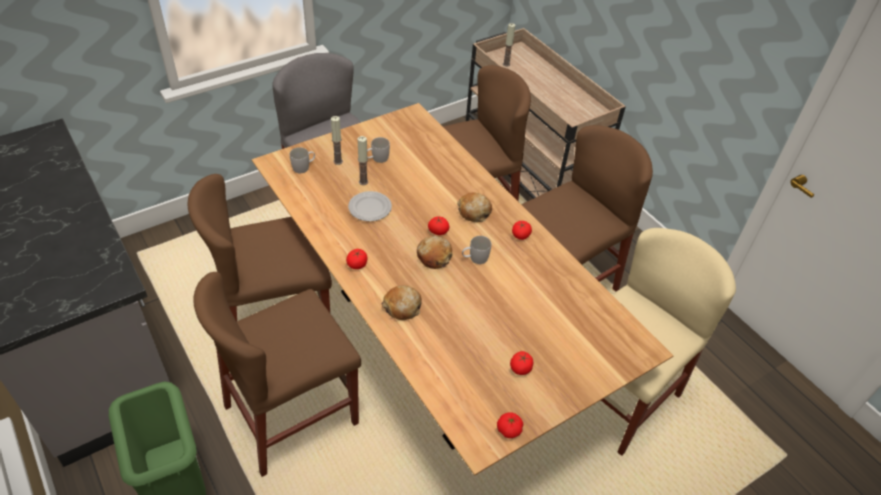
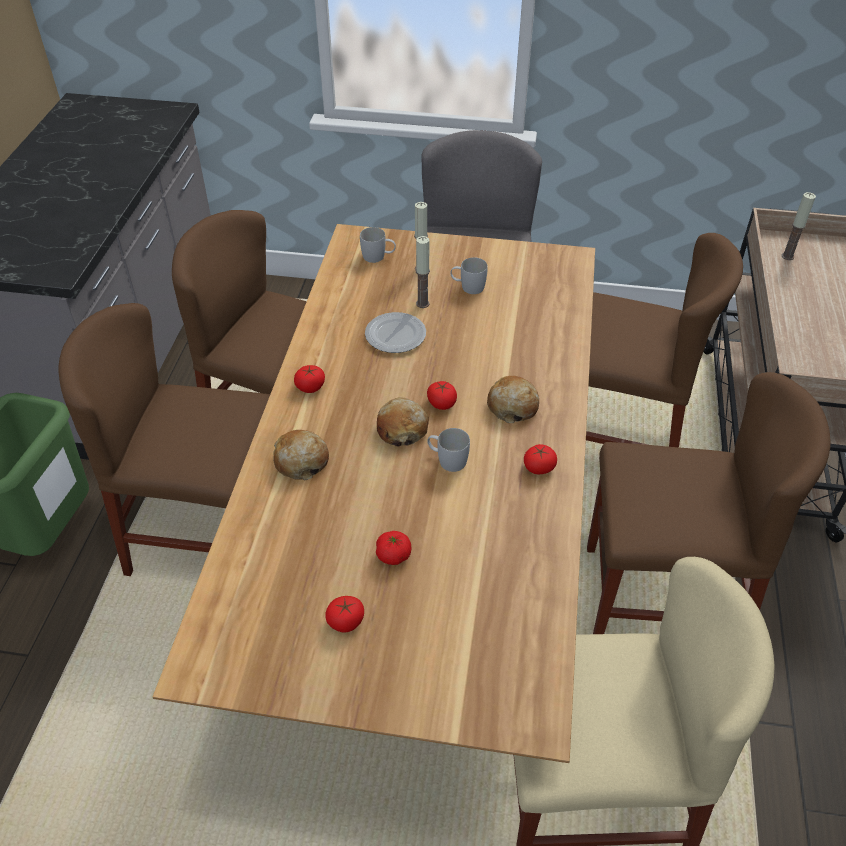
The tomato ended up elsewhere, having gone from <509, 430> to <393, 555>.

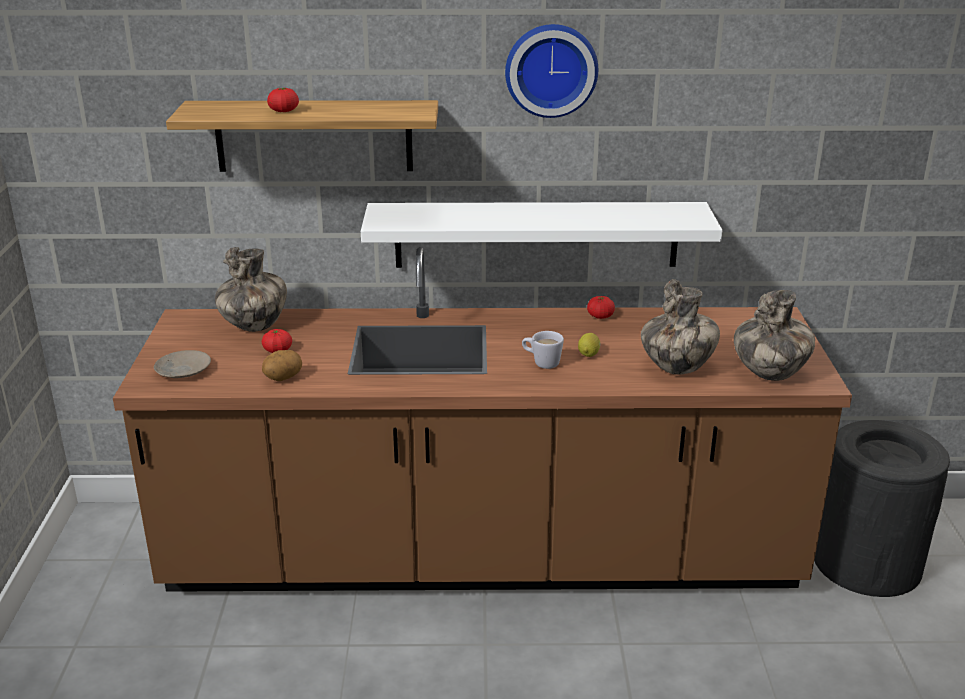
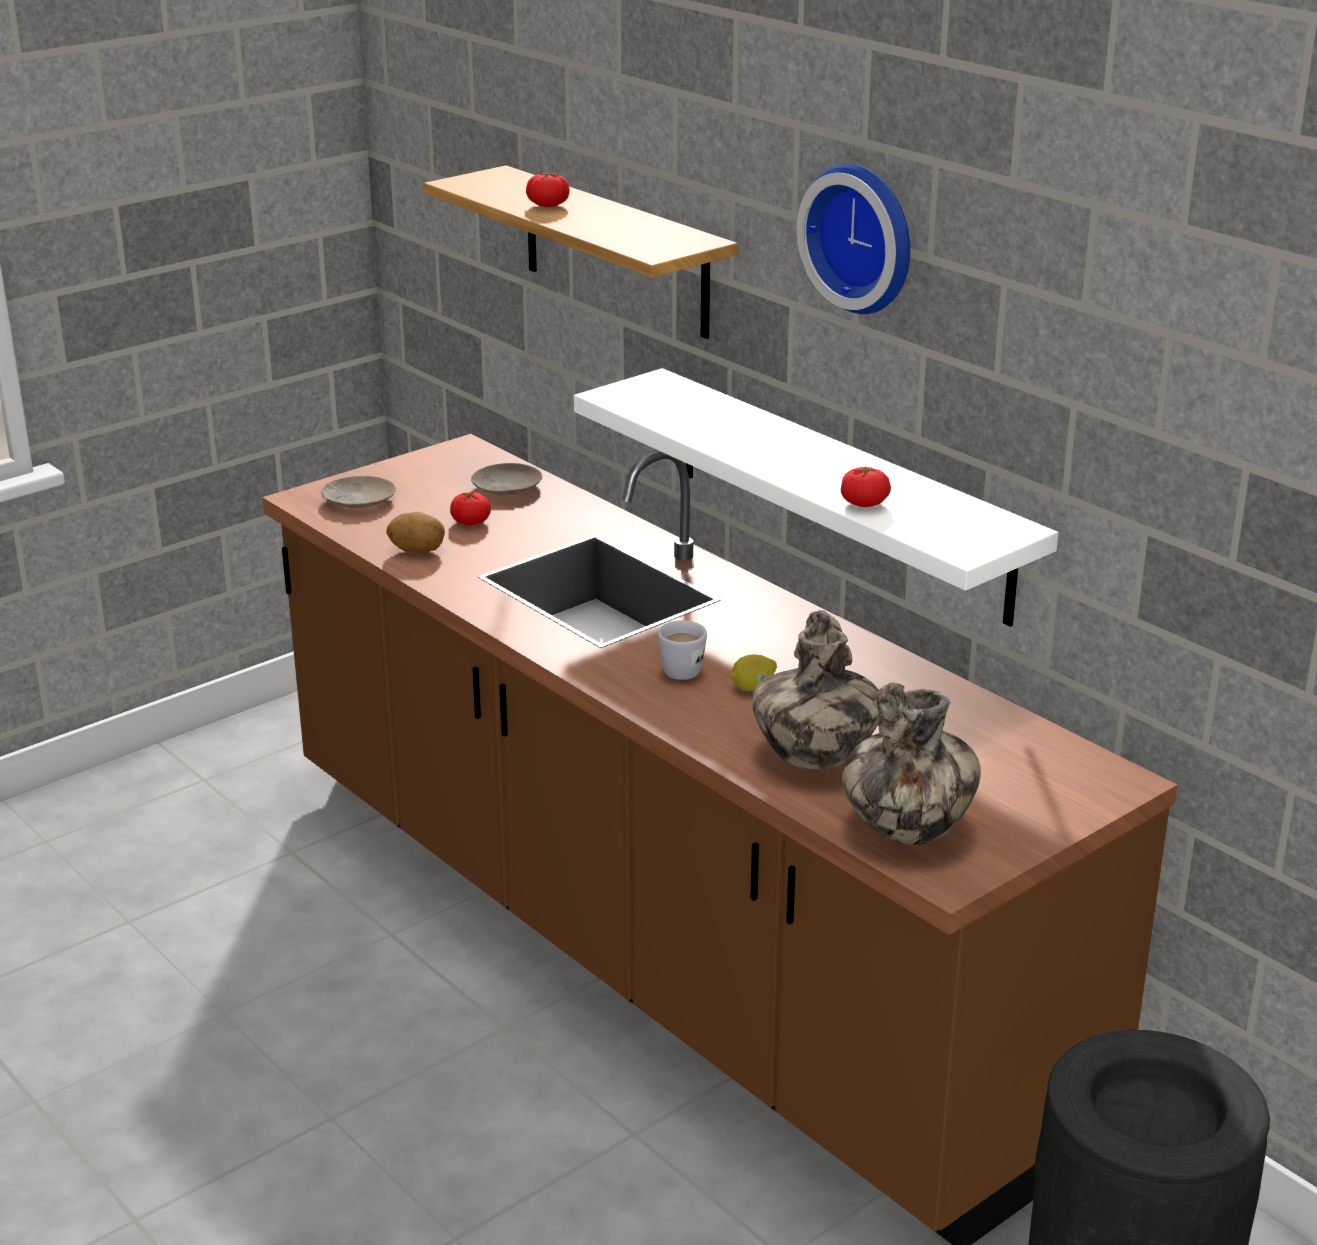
The tomato ended up elsewhere, having gone from <600, 316> to <864, 503>. Where the vase stood at <255, 326>, the beige plate came to stand at <506, 488>.

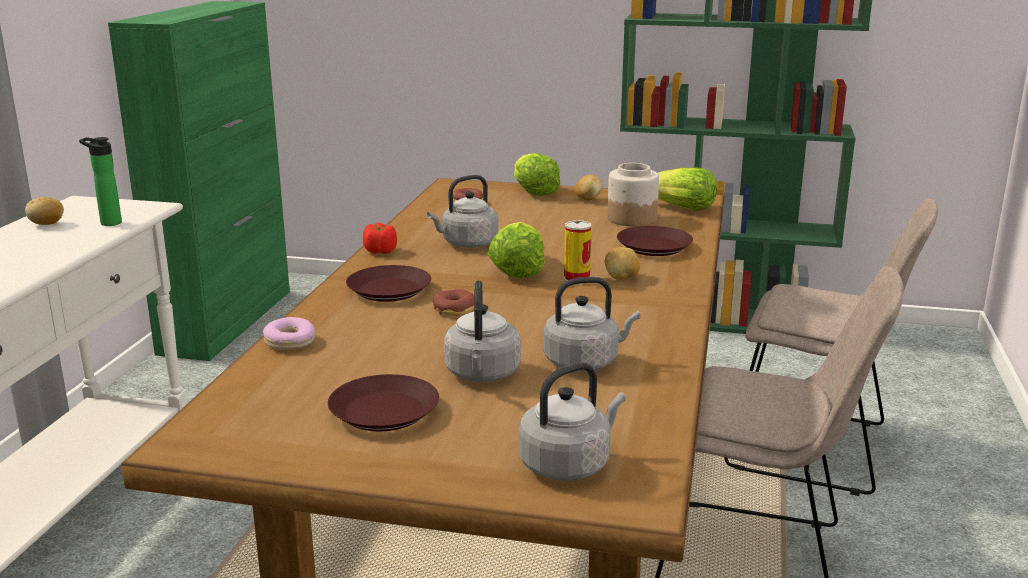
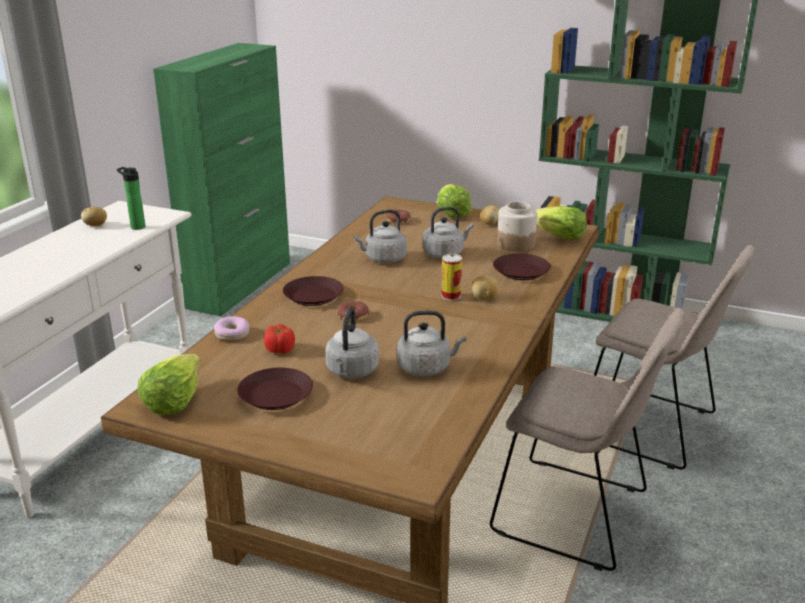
The tomato ended up elsewhere, having gone from <380, 251> to <280, 350>. The lettuce ended up elsewhere, having gone from <517, 270> to <173, 401>. The grey kettle ended up elsewhere, having gone from <568, 464> to <445, 253>.

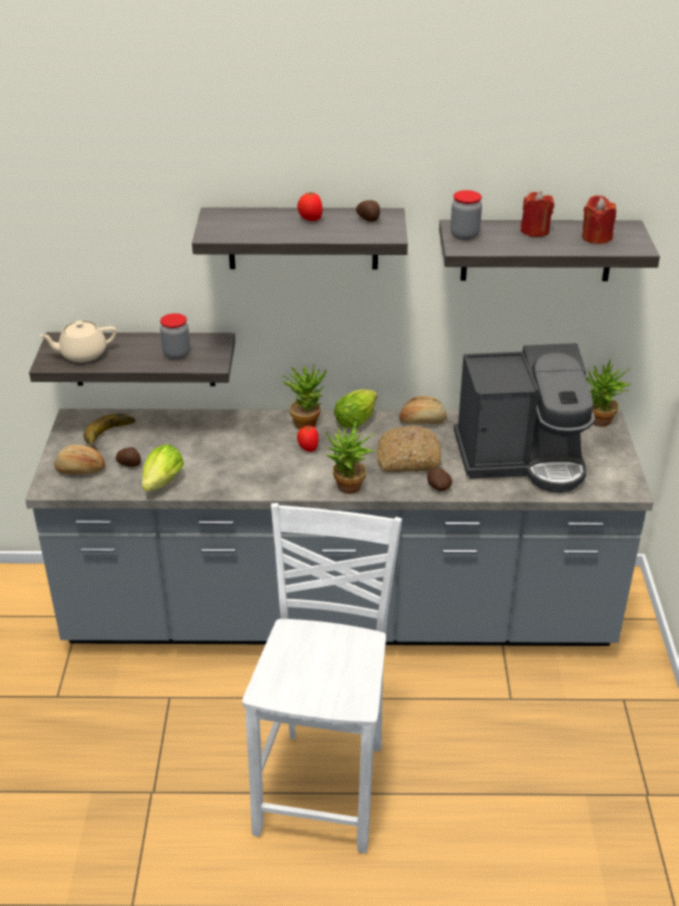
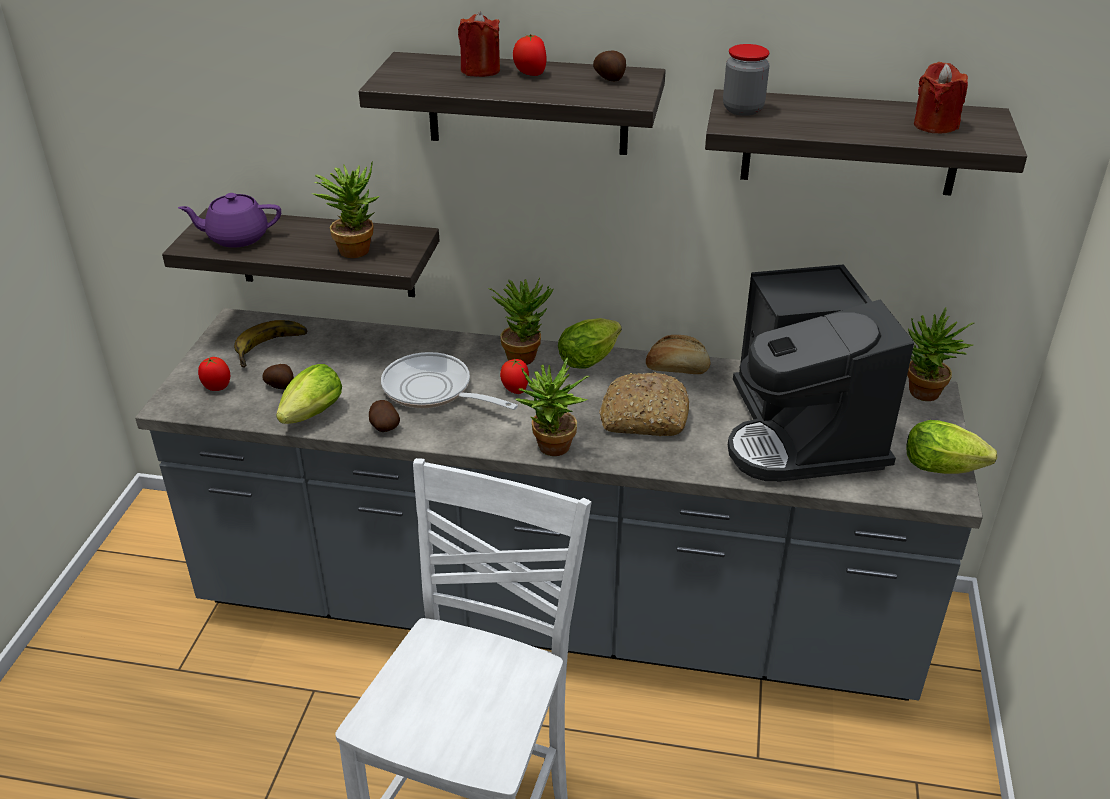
The second view gained the frying pan at <433, 391>. The second view gained the lettuce at <946, 469>. The potato ended up elsewhere, having gone from <438, 487> to <384, 426>. The red candle ended up elsewhere, having gone from <535, 231> to <480, 70>. Where the bread stood at <80, 470>, the tomato came to stand at <217, 387>. Where the jar stood at <176, 354>, the potted plant came to stand at <354, 248>. What was the beige teapot at <82, 354> turned into the purple teapot at <237, 238>. The coffee machine at <522, 458> ended up facing another way, 75 degrees clockwise from before.

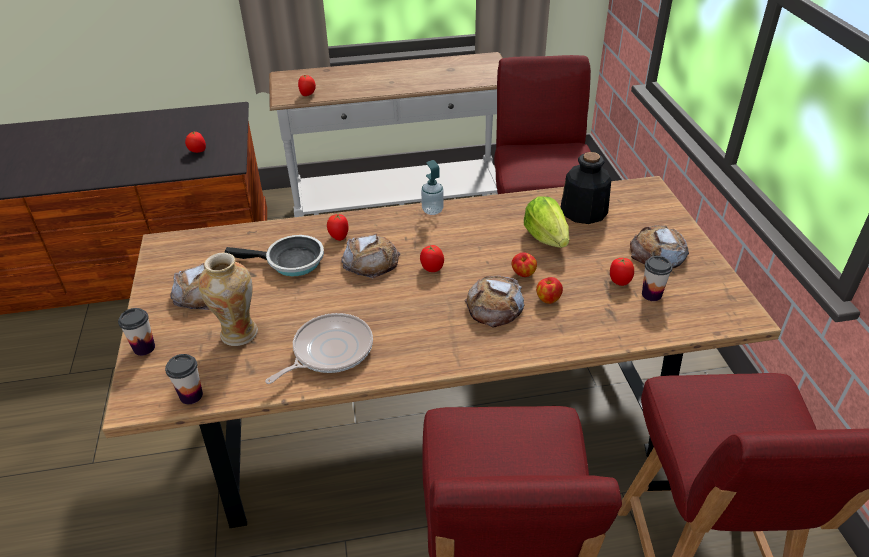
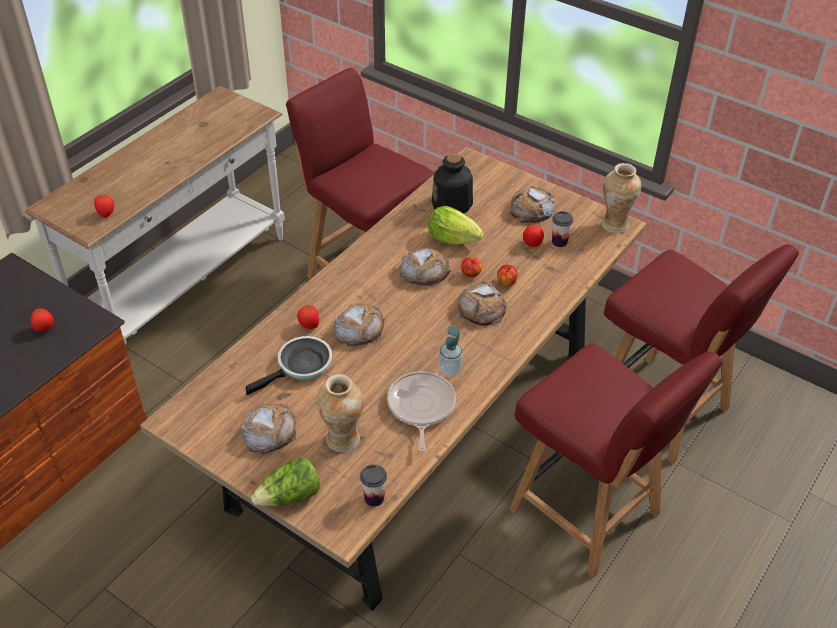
The second view lost the tomato at <432, 268>. The second view gained the bread at <425, 271>. The second view gained the vase at <614, 224>. The soap dispenser ended up elsewhere, having gone from <432, 210> to <450, 370>. Where the cup stood at <144, 348>, the lettuce came to stand at <290, 496>.

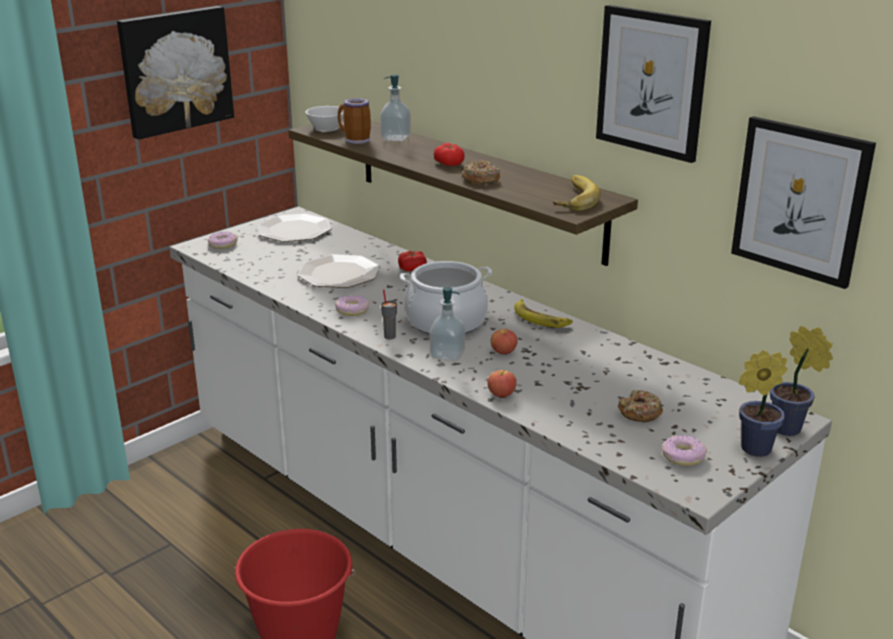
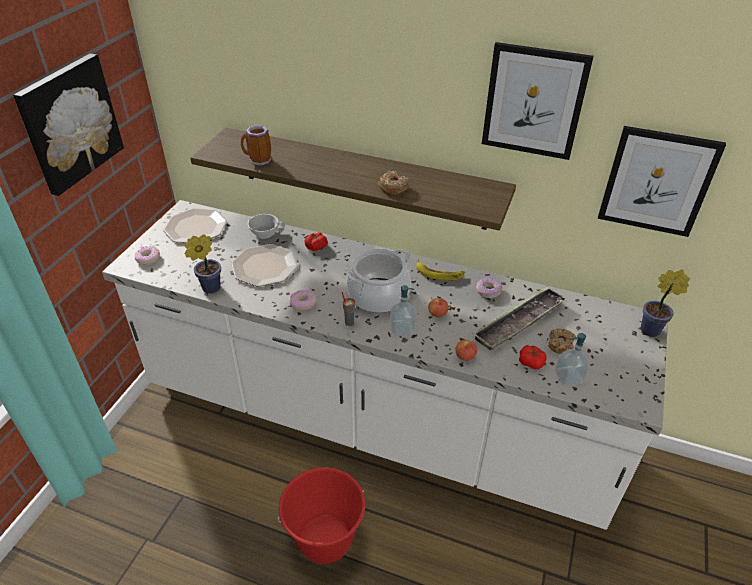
The second view lost the banana at <572, 198>. The second view gained the tray at <519, 322>. The white cup ended up elsewhere, having gone from <328, 128> to <265, 232>. The soap dispenser ended up elsewhere, having gone from <395, 138> to <568, 377>. The tomato ended up elsewhere, having gone from <449, 163> to <531, 362>. The donut ended up elsewhere, having gone from <682, 456> to <488, 291>. The potted plant ended up elsewhere, having gone from <751, 449> to <209, 288>.

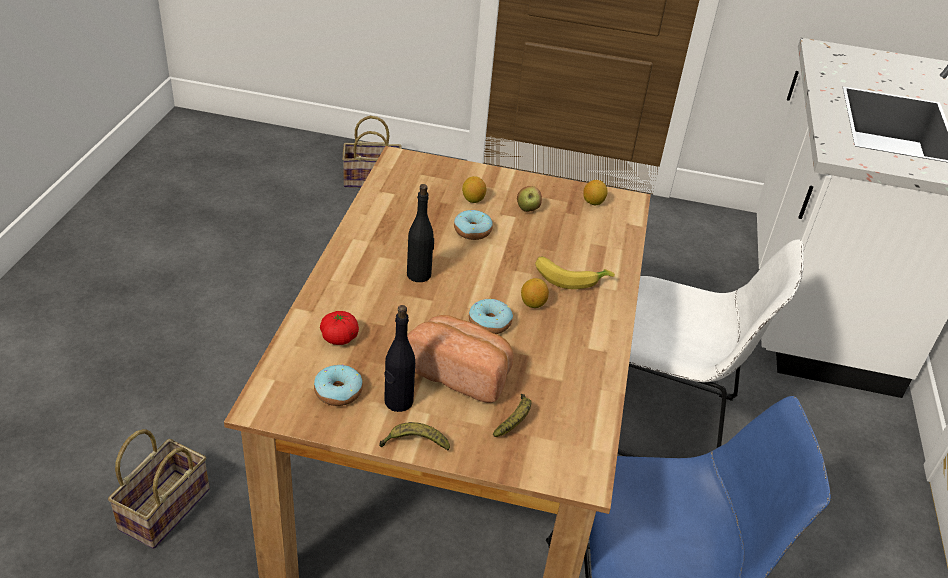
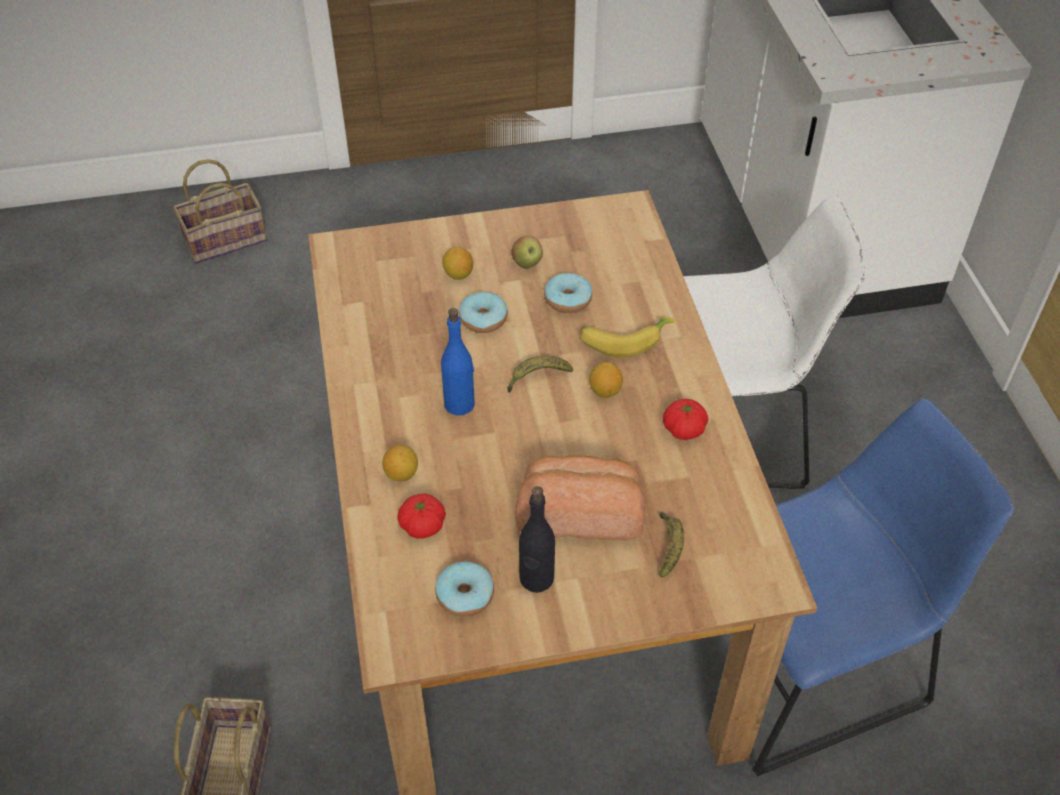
The second view gained the tomato at <683, 429>. The banana ended up elsewhere, having gone from <414, 444> to <537, 378>. The donut ended up elsewhere, having gone from <489, 323> to <568, 300>. The lemon ended up elsewhere, having gone from <593, 202> to <401, 474>. What was the black bottle at <419, 275> turned into the blue bottle at <460, 404>.

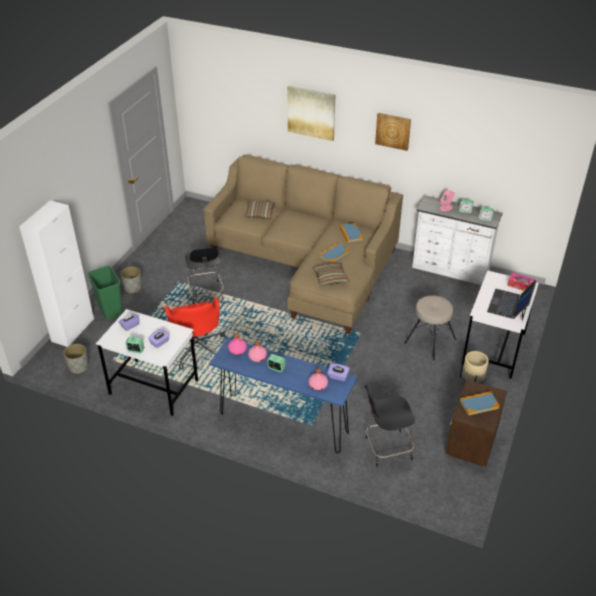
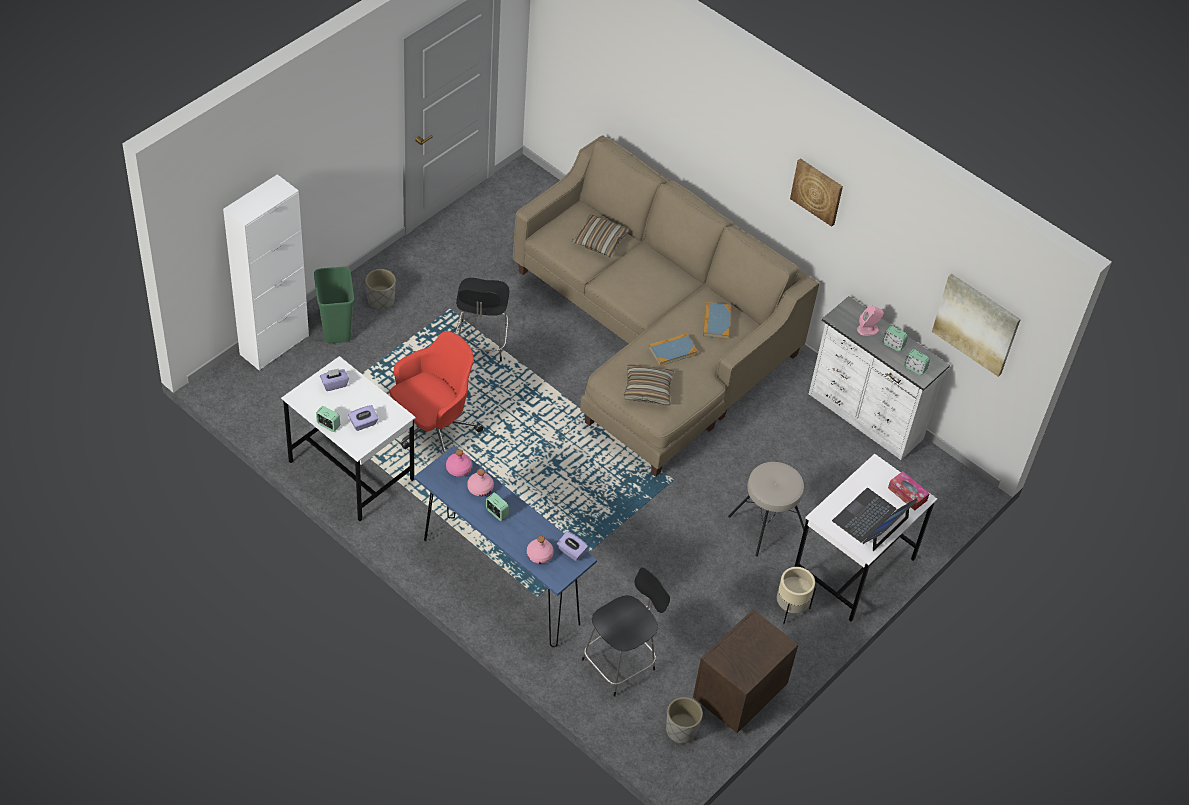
The second view lost the book at <479, 404>. The grey planter ended up elsewhere, having gone from <79, 367> to <681, 730>. The picture ended up elsewhere, having gone from <311, 112> to <976, 324>. The red office chair at <197, 348> ended up facing another way, 135 degrees counterclockwise from before. The black chair at <386, 448> ended up facing another way, 135 degrees clockwise from before.

